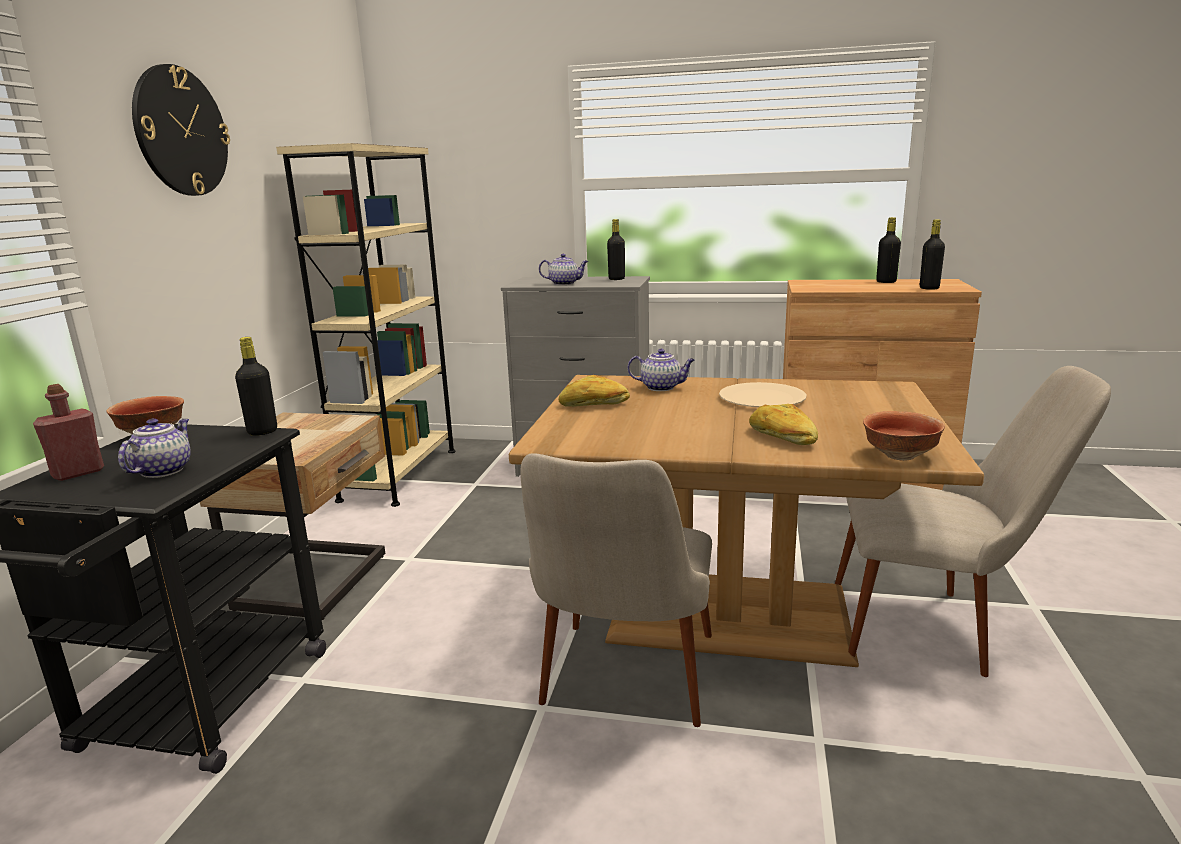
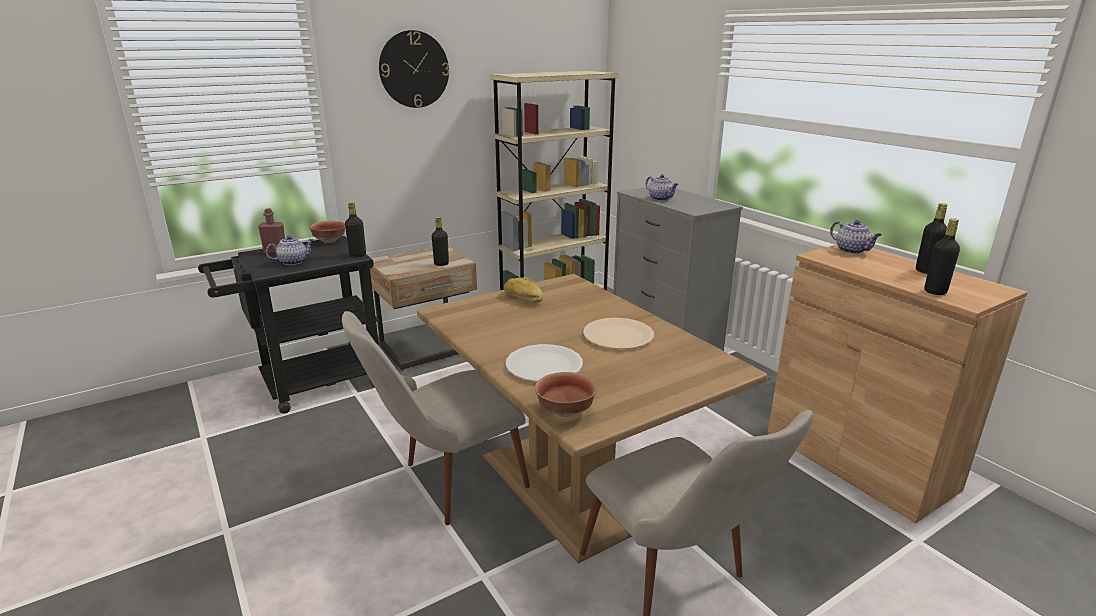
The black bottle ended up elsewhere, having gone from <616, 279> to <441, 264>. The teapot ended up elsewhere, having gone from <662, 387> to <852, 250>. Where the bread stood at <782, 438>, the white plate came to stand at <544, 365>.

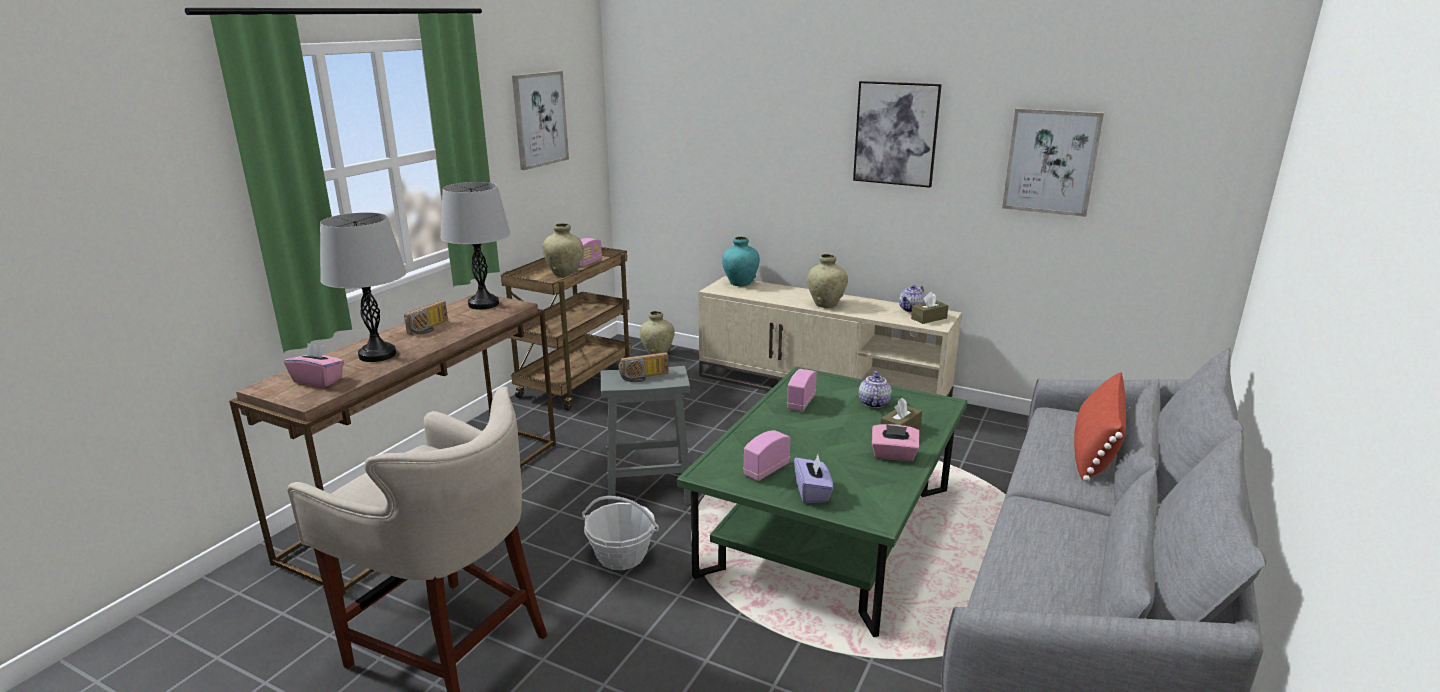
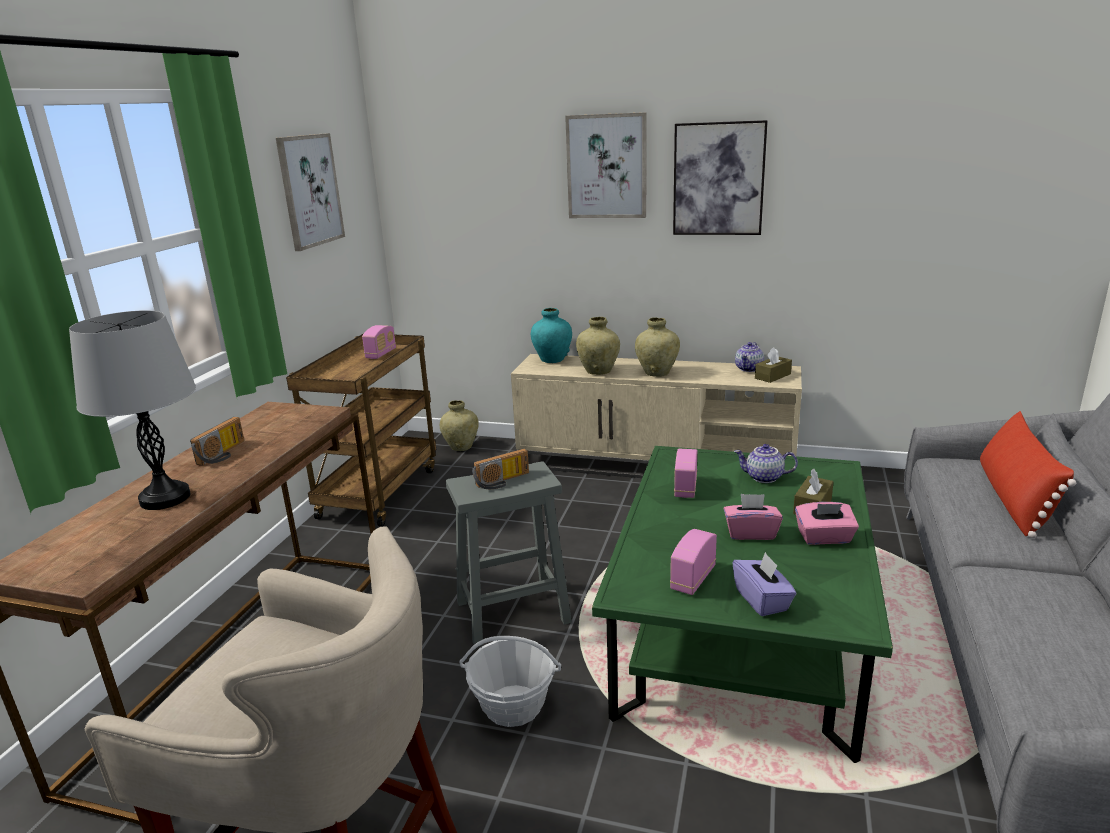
The second view lost the grey table lamp at <483, 304>. The pink tissue box ended up elsewhere, having gone from <318, 380> to <750, 533>. The beige vase ended up elsewhere, having gone from <564, 274> to <598, 371>. The picture ended up elsewhere, having gone from <1051, 162> to <607, 166>. The teapot at <873, 403> ended up facing another way, 75 degrees counterclockwise from before.

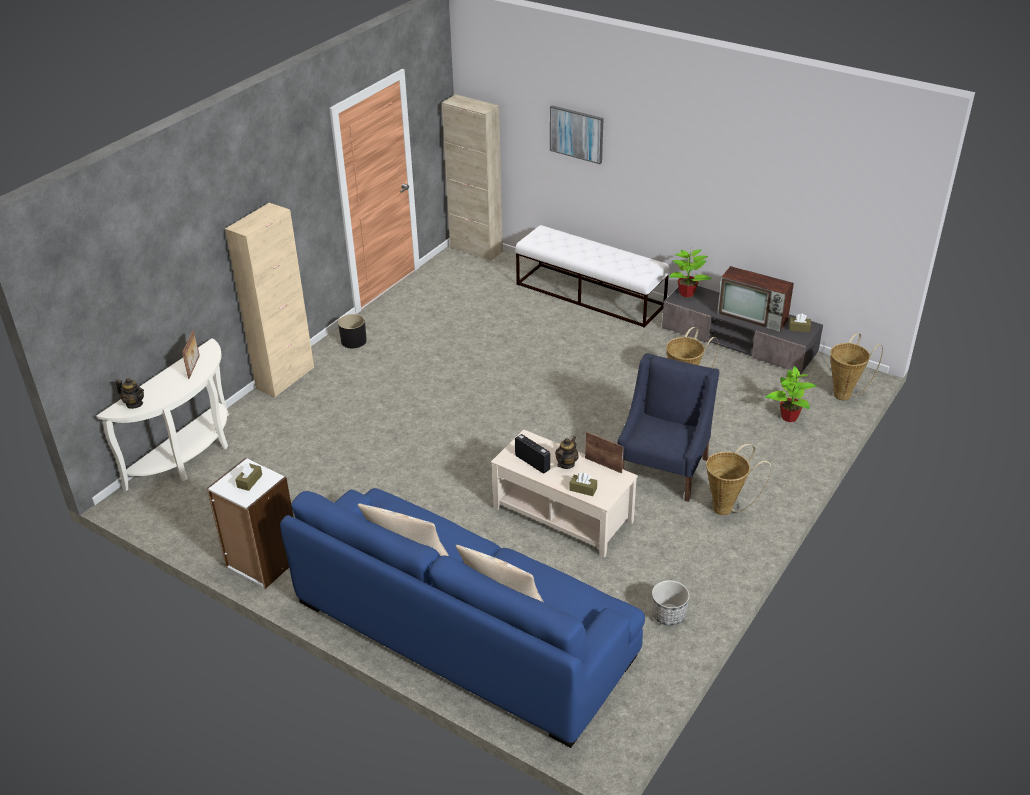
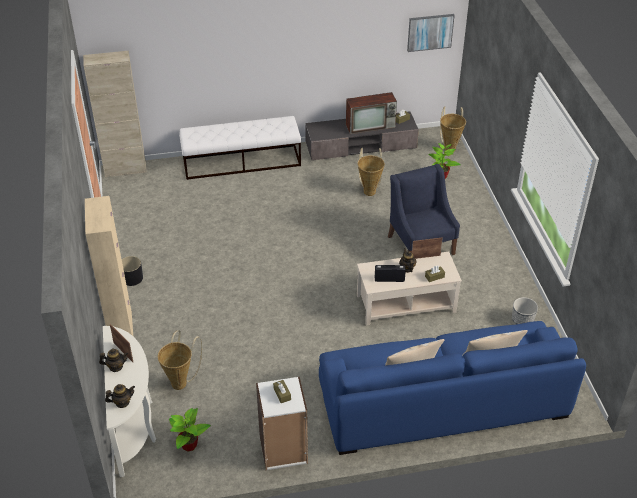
The second view gained the teapot at <116, 367>. The picture ended up elsewhere, having gone from <577, 134> to <430, 32>. The potted plant ended up elsewhere, having gone from <687, 293> to <189, 445>. The basket ended up elsewhere, having gone from <727, 507> to <181, 381>.

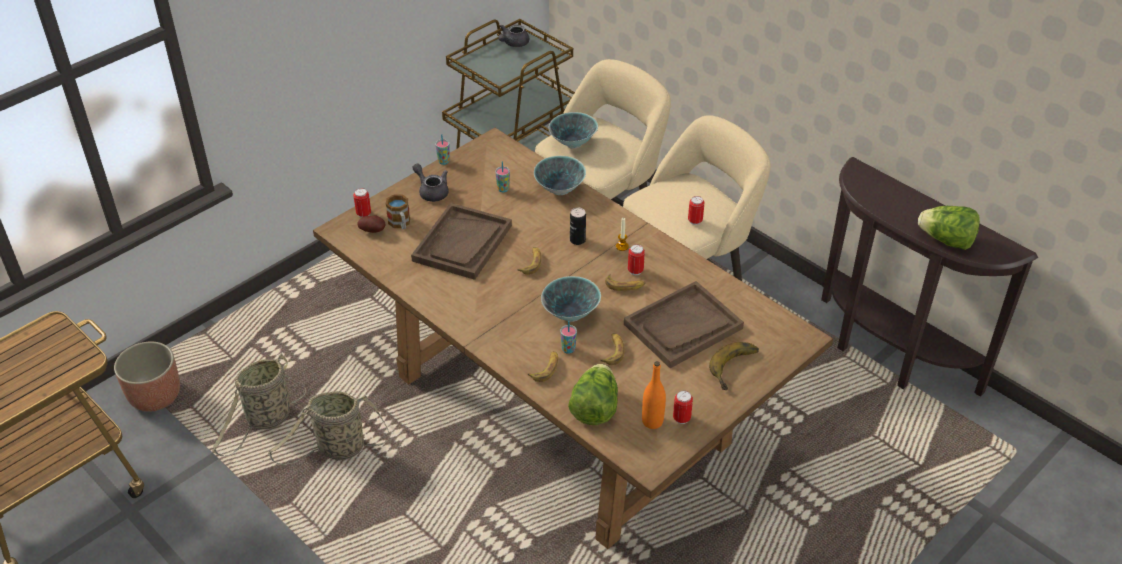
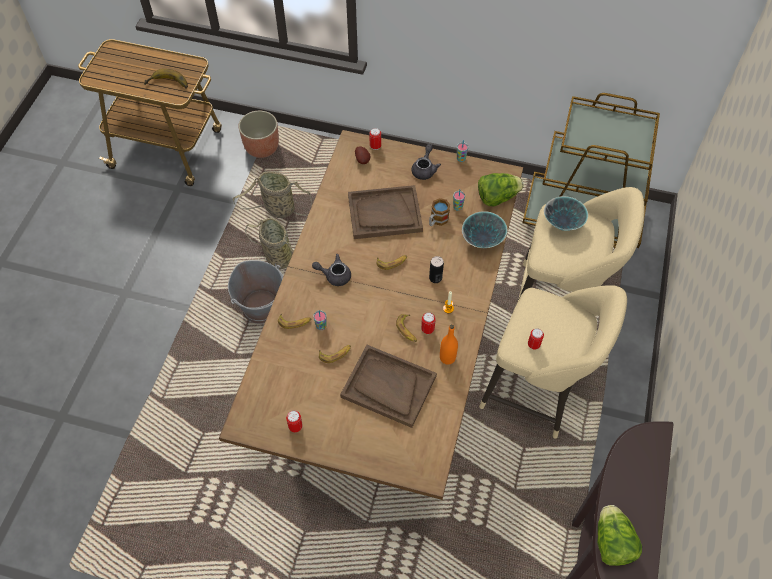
The second view lost the bowl at <571, 314>. The second view gained the grey bucket at <261, 308>. The mug ended up elsewhere, having gone from <400, 224> to <437, 220>. The grey teapot ended up elsewhere, having gone from <513, 43> to <334, 275>. The lettuce ended up elsewhere, having gone from <594, 408> to <497, 197>. The orange bottle ended up elsewhere, having gone from <652, 421> to <447, 358>. The banana ended up elsewhere, having gone from <737, 369> to <167, 85>.

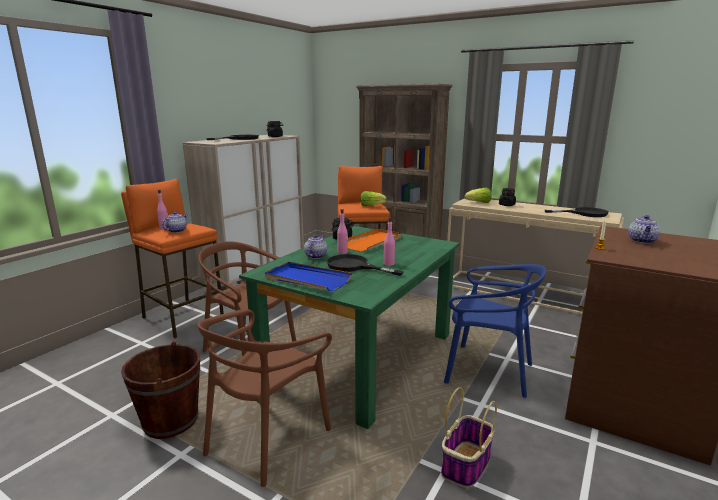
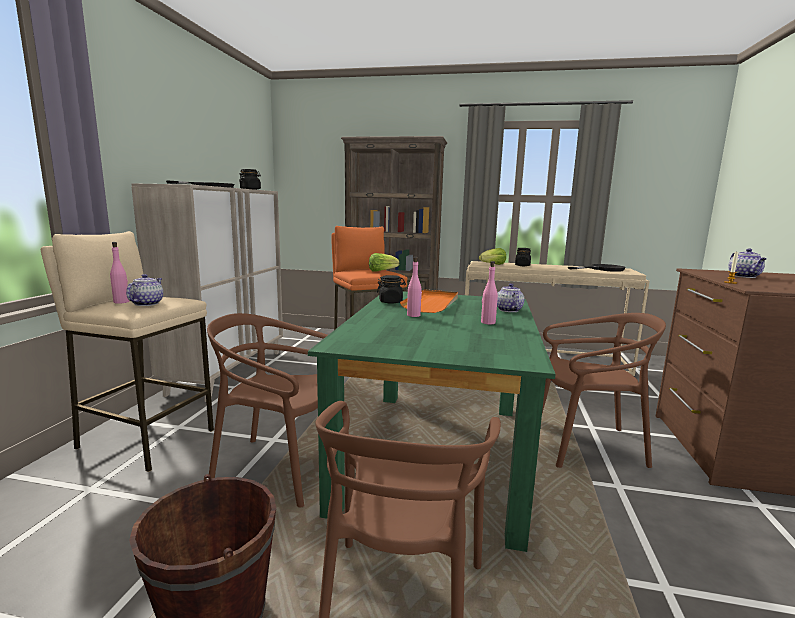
The second view lost the blue tray at <307, 279>. The second view lost the black frying pan at <354, 266>. The second view lost the basket at <466, 465>. The teapot ended up elsewhere, having gone from <315, 256> to <508, 310>. What was the orange stool at <182, 318> turned into the beige stool at <146, 439>. What was the blue chair at <488, 371> turned into the brown chair at <587, 444>.

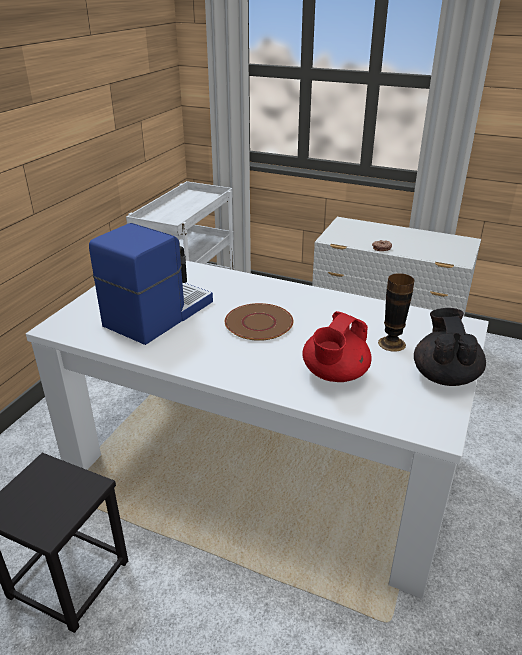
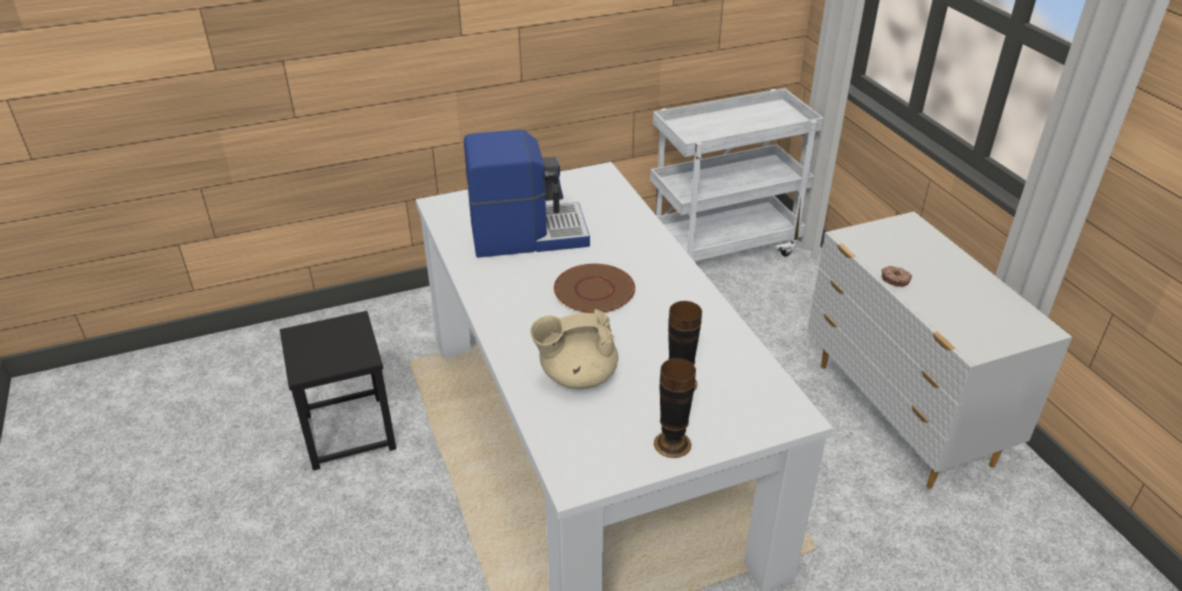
Where the black teapot stood at <444, 376>, the vase came to stand at <672, 444>. What was the red teapot at <334, 374> turned into the beige teapot at <576, 376>.

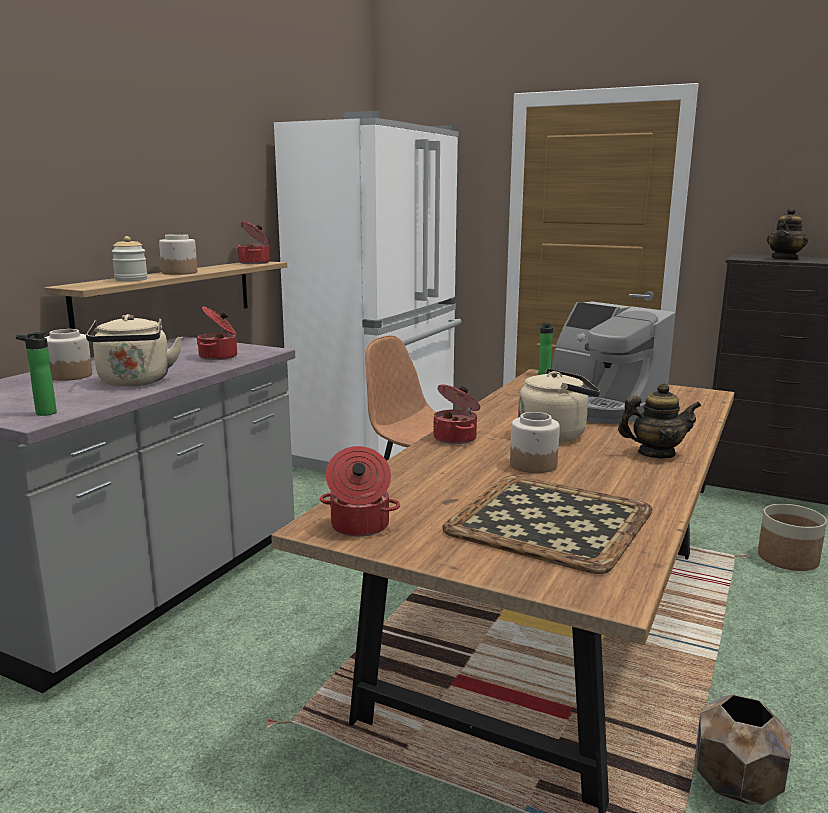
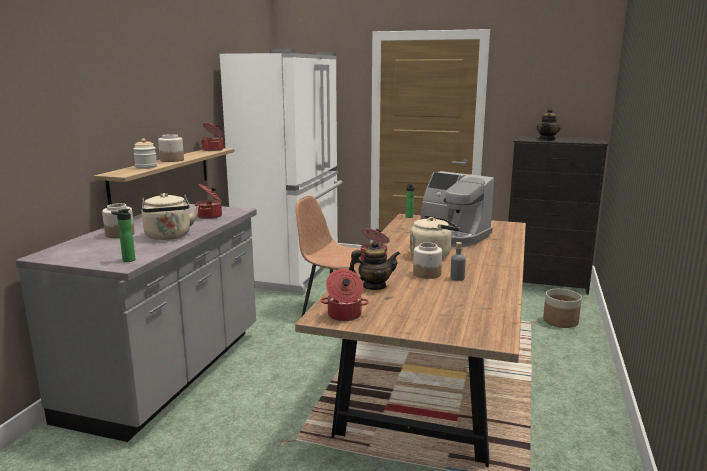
The second view lost the tray at <551, 522>. The second view lost the brown planter at <735, 786>. The second view gained the grey bottle at <457, 278>. The teapot ended up elsewhere, having gone from <656, 454> to <374, 286>.

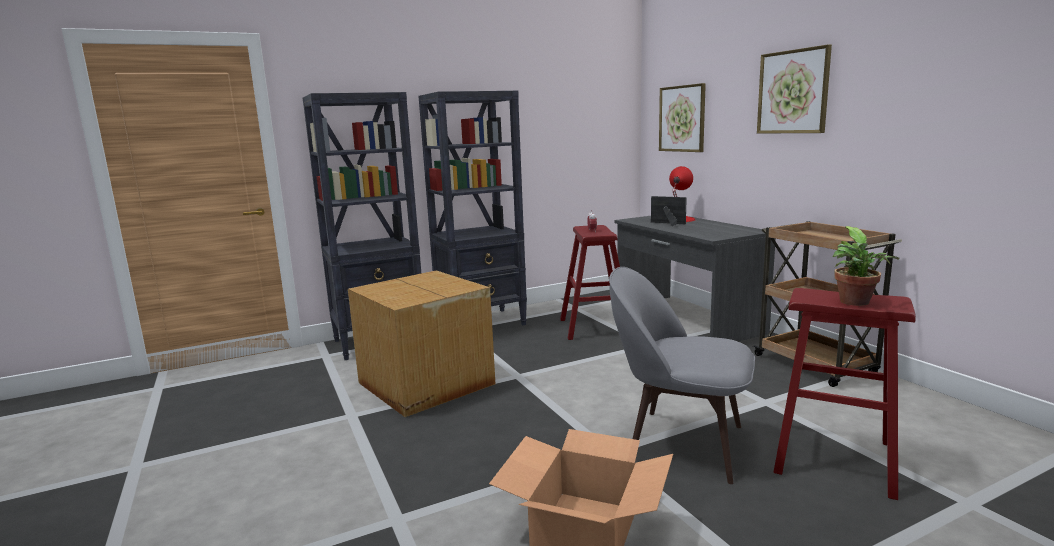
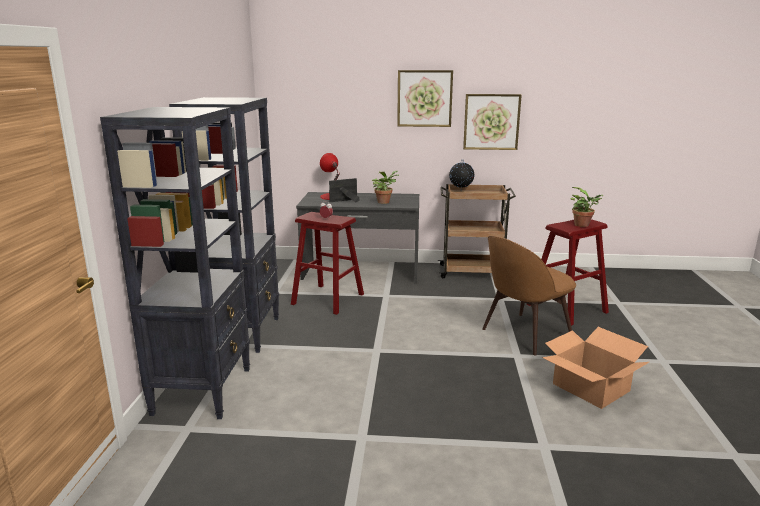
The second view lost the cardboard box at <425, 384>. The second view gained the potted plant at <384, 202>. The second view gained the globe at <461, 190>. The picture ended up elsewhere, having gone from <682, 118> to <491, 122>. What was the grey chair at <679, 443> turned into the brown chair at <524, 334>.

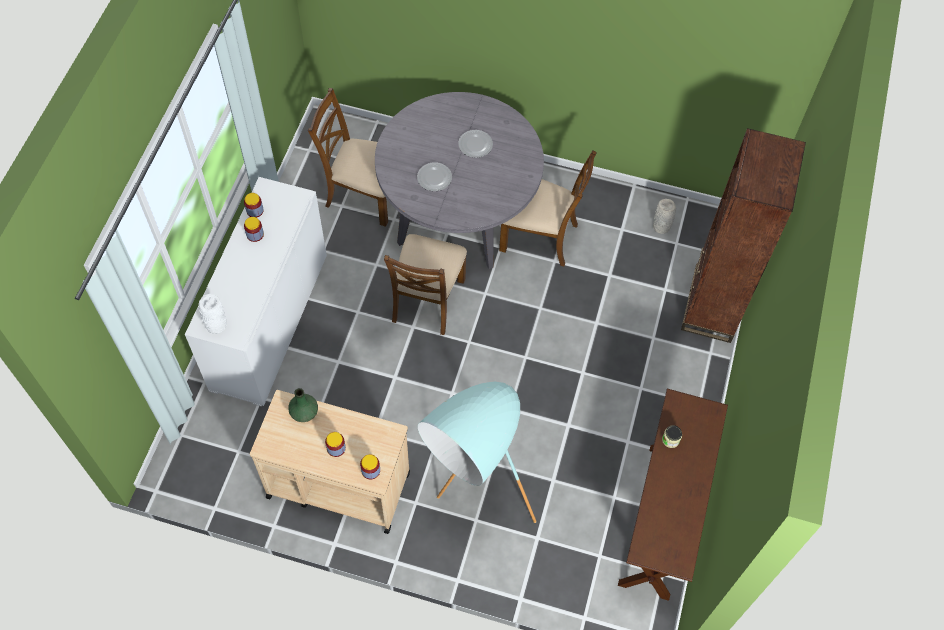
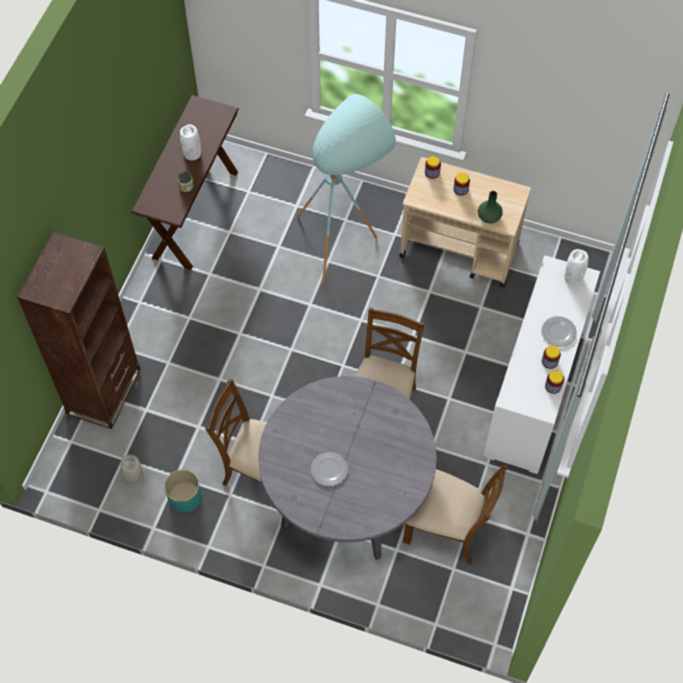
The second view gained the turquoise planter at <184, 497>. The second view gained the white vase at <192, 153>. The plate ended up elsewhere, having gone from <434, 178> to <558, 332>.

